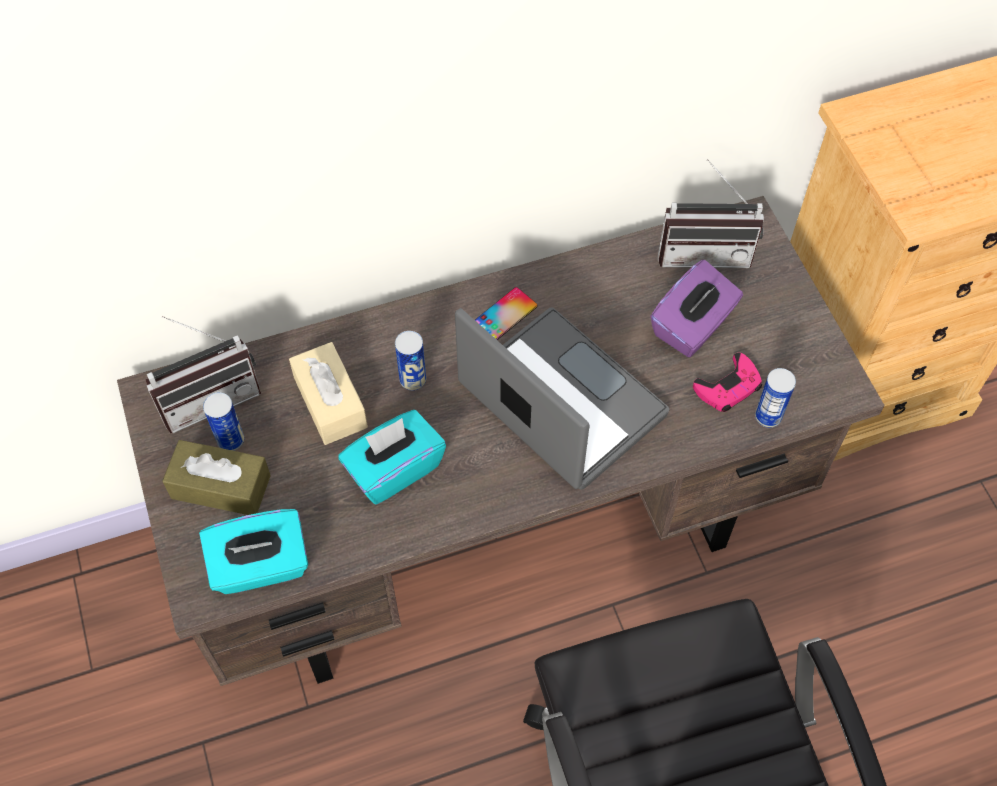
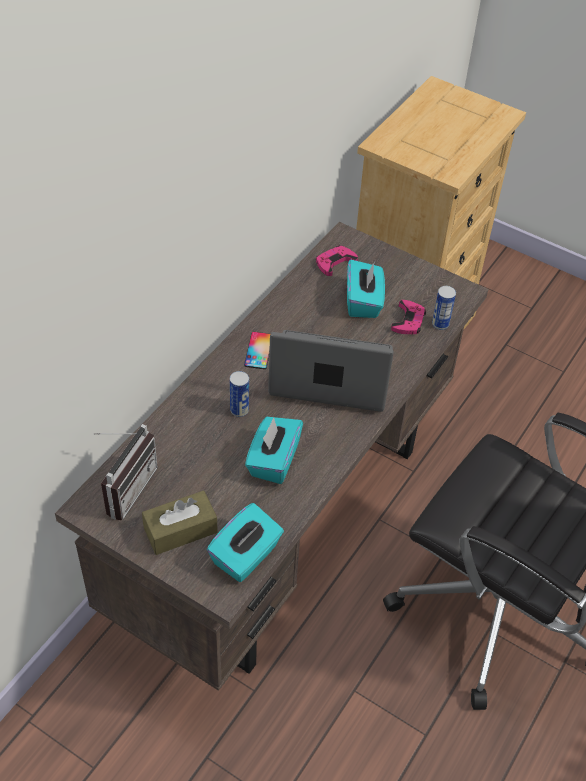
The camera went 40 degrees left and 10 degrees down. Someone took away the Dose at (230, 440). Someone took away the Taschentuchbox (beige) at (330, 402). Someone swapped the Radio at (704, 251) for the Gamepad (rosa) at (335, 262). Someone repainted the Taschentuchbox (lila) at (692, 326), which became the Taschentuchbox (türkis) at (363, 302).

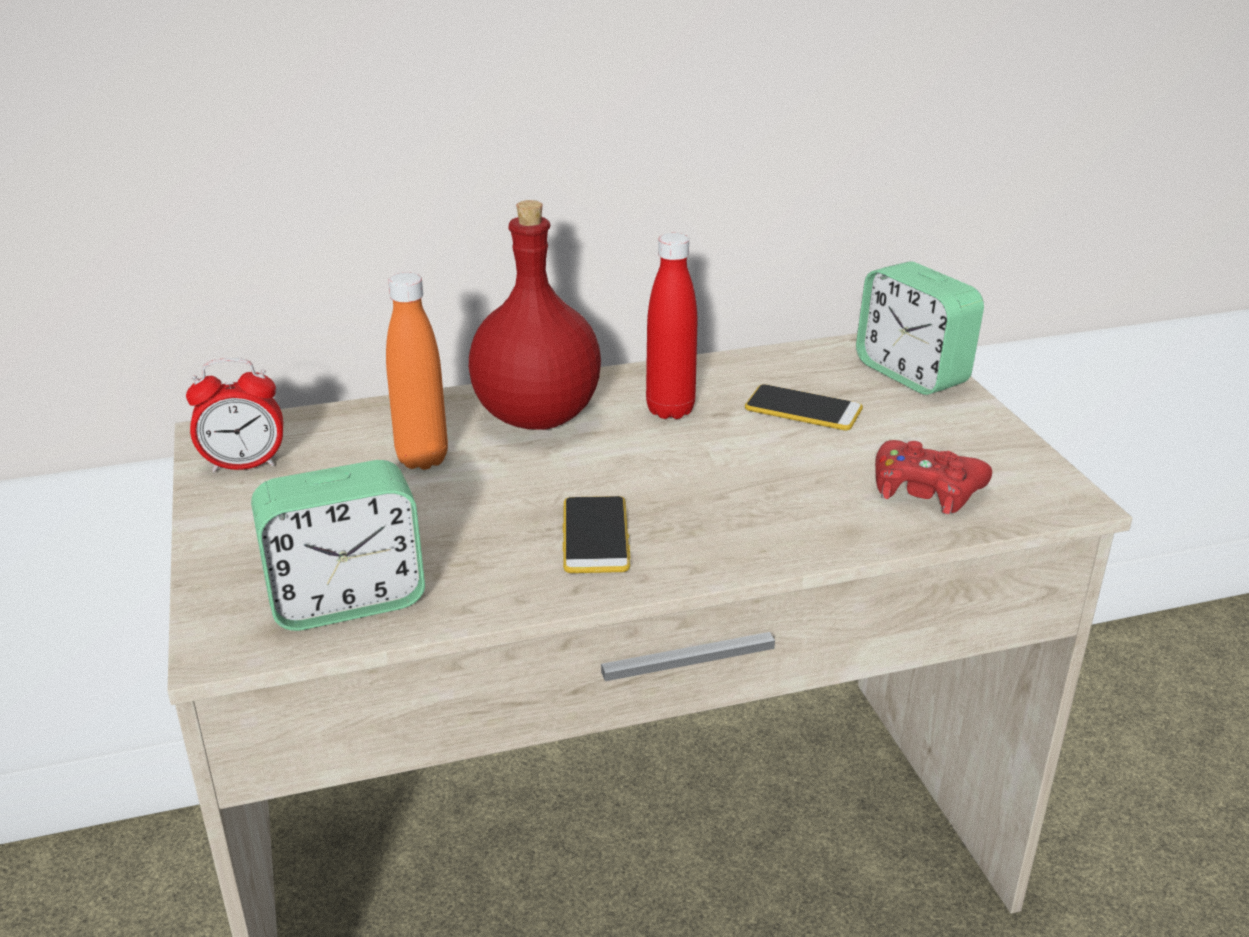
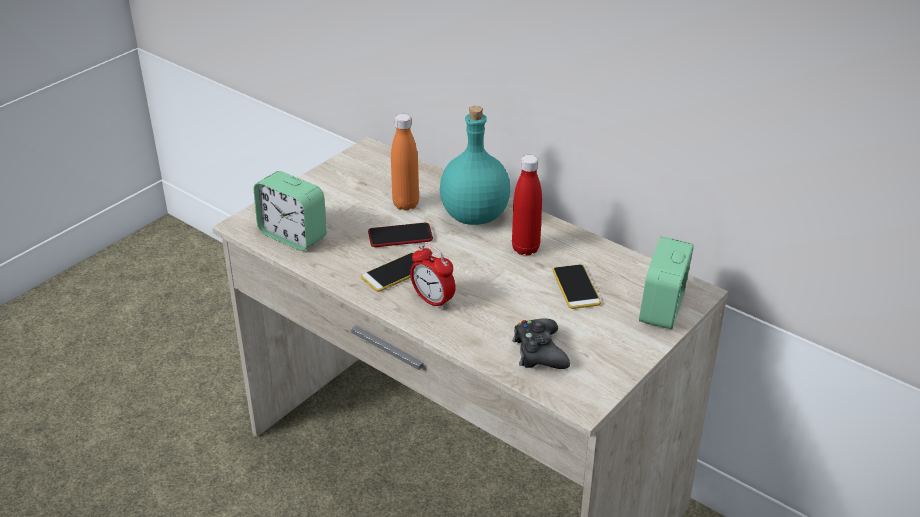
The camera went 55 degrees right and 5 degrees up. Someone put down the Handy at (400, 236). Someone carried the Wecker from (244, 464) to (433, 301). Someone repainted the Flasche (rot) at (538, 417), which became the Flasche (türkis) at (474, 216). Someone repainted the Gamepad (rot) at (925, 489), which became the Gamepad (schwarz) at (539, 352).

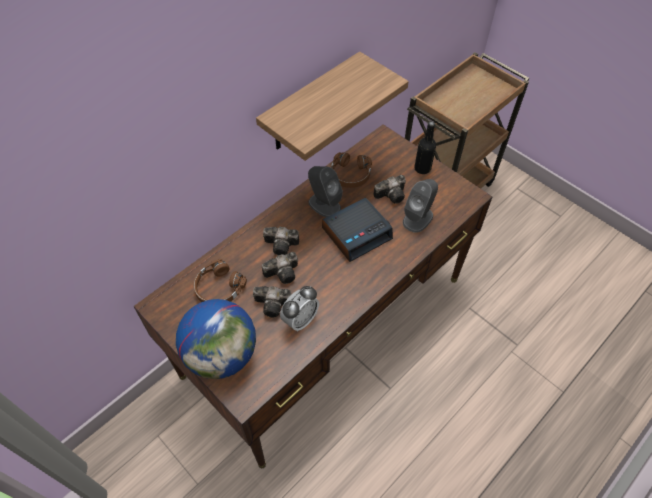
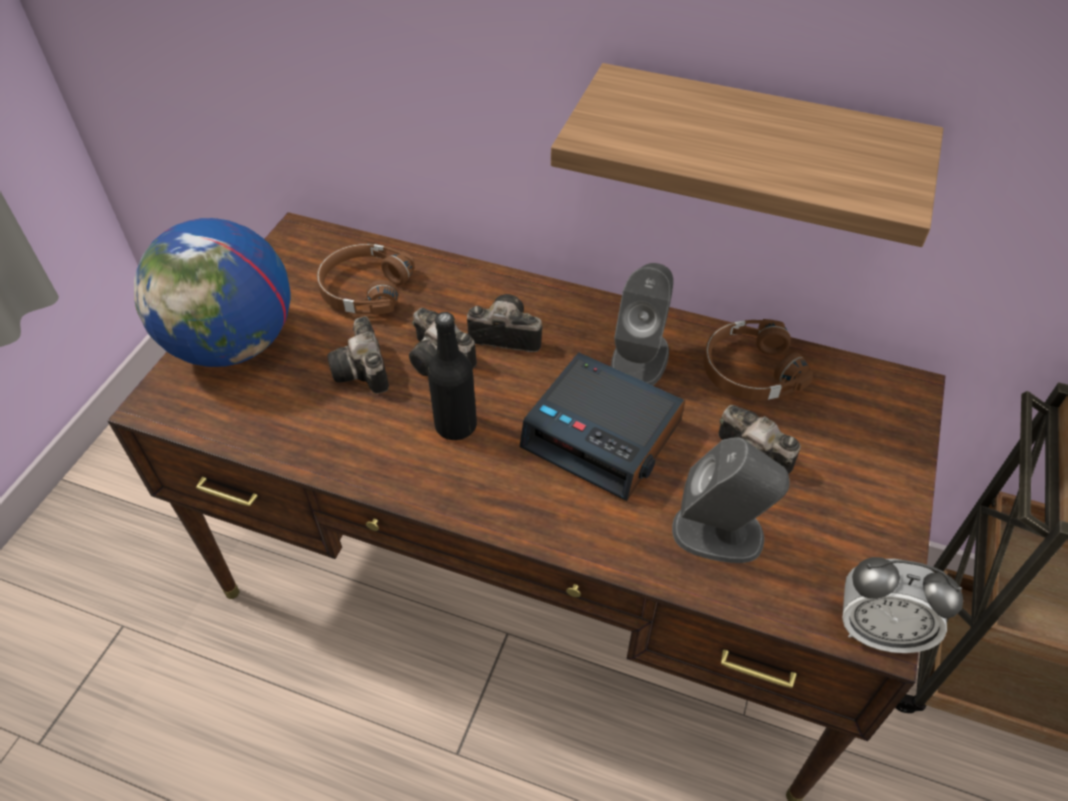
The camera went 65 degrees right and 5 degrees down. Someone carried the Wecker from (300, 320) to (878, 630). Someone carried the Flasche (schwarz) from (422, 168) to (456, 425). Someone rotated the Kamera at (283, 245) by 120 degrees clockwise.

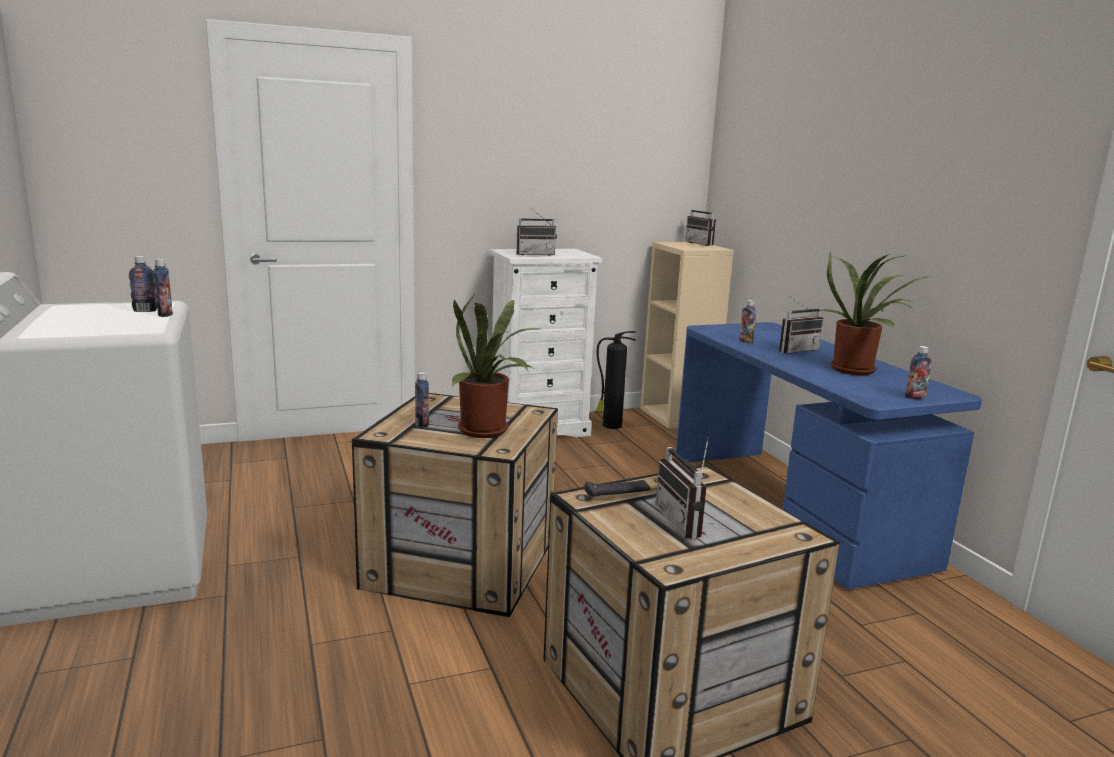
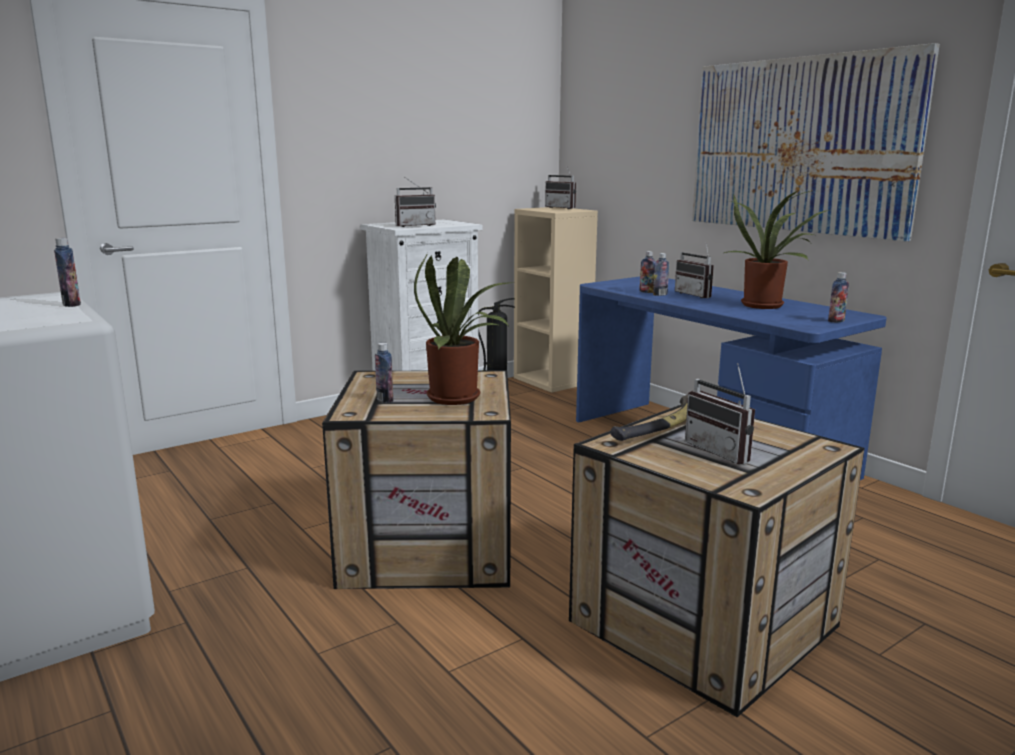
The camera went 15 degrees left and 0 degrees up. Someone put up the Bild at (799, 145). Someone carried the Flasche from (145, 311) to (660, 294). Someone rotated the Radio at (795, 350) by 105 degrees clockwise.

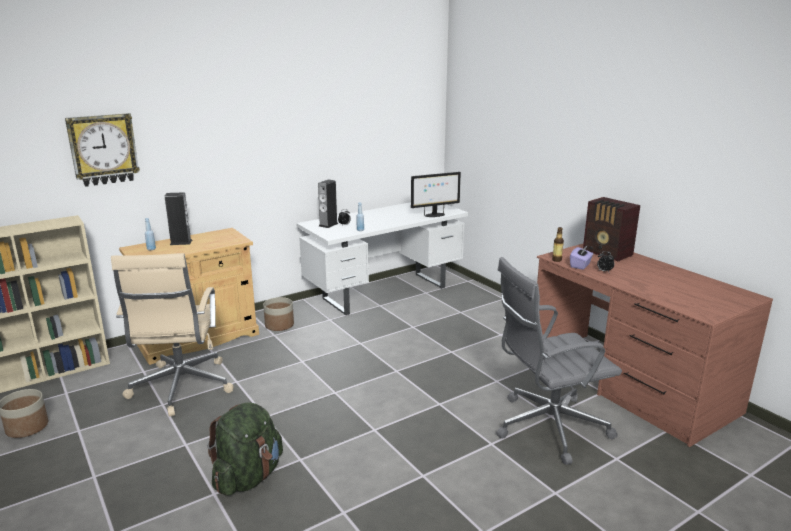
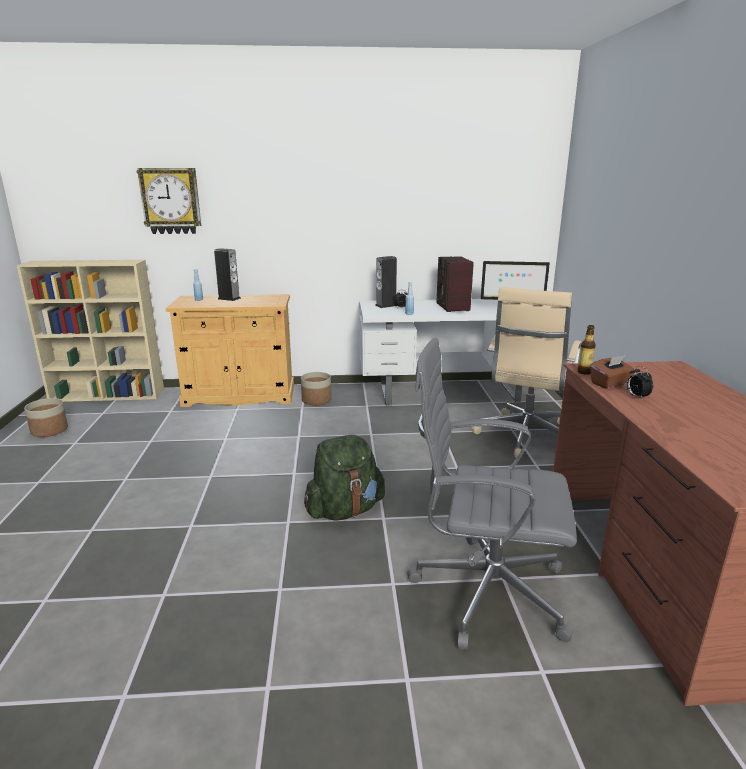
The camera went 30 degrees right and 0 degrees up. Someone carried the Bürostuhl (beige) from (181, 388) to (525, 437). Someone carried the Rucksack (grün) from (248, 477) to (345, 510). Someone carried the Radio from (607, 253) to (452, 307). Someone repainted the Taschentuchbox (lila) at (580, 265), which became the Taschentuchbox (braun) at (610, 384).

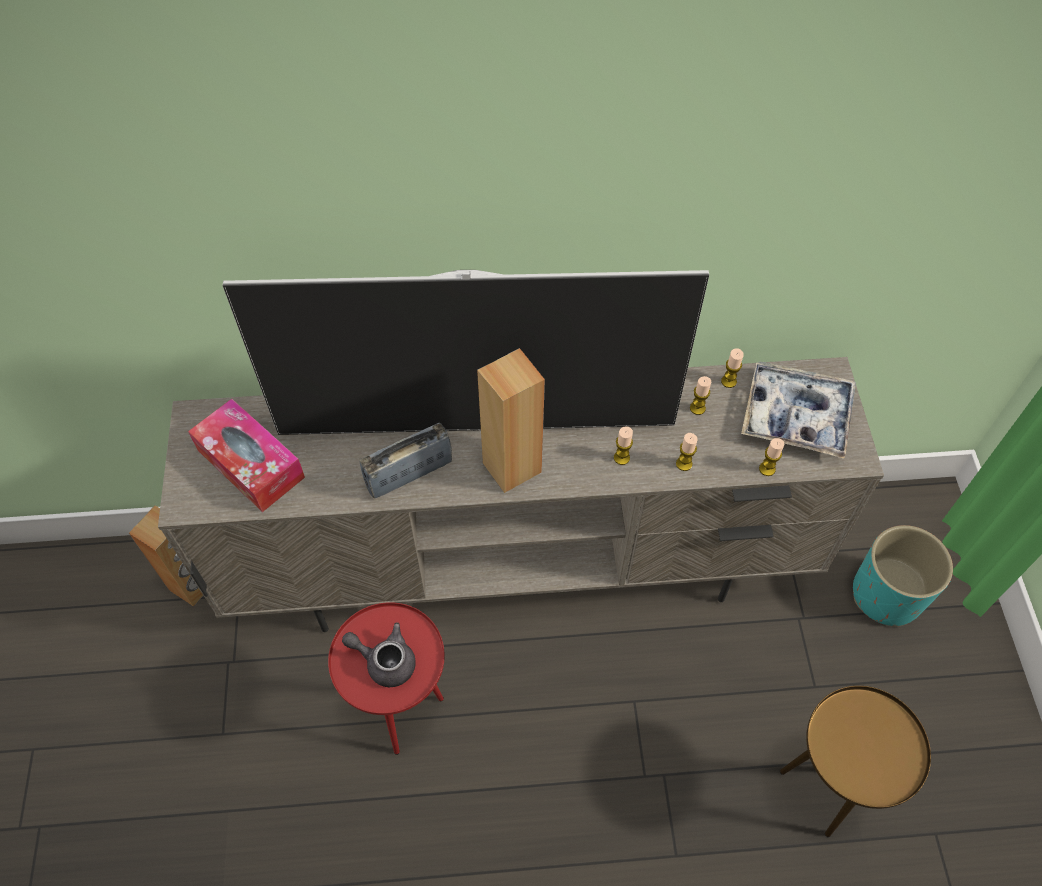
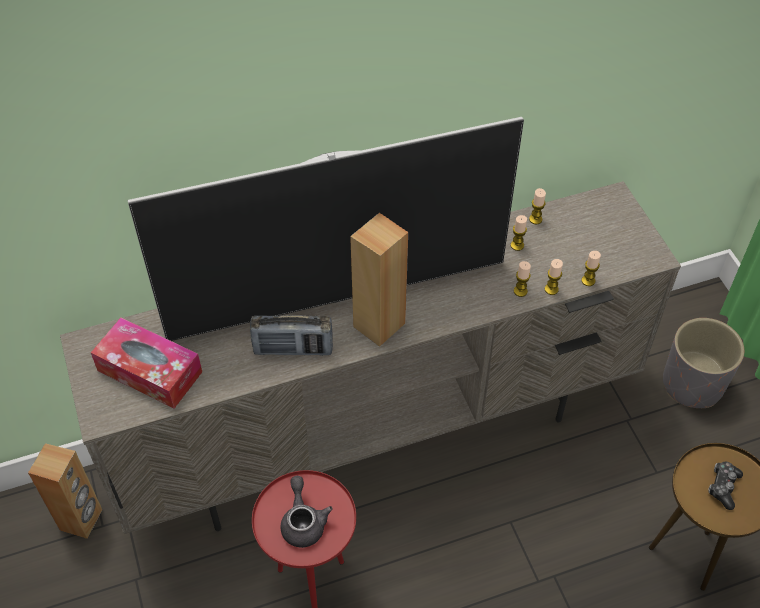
The camera went 15 degrees left and 5 degrees down. Someone took away the Tablett at (796, 416). Someone put down the Gamepad at (723, 487). Someone carried the Kerze from (621, 458) to (551, 289). Someone repainted the Pflanzkübel (türkis) at (886, 595), which became the Pflanzkübel (grau) at (692, 384). Someone rotated the Teekanne (grau) at (385, 661) by 75 degrees clockwise. Someone rotated the Radio at (409, 474) by 135 degrees counterclockwise.

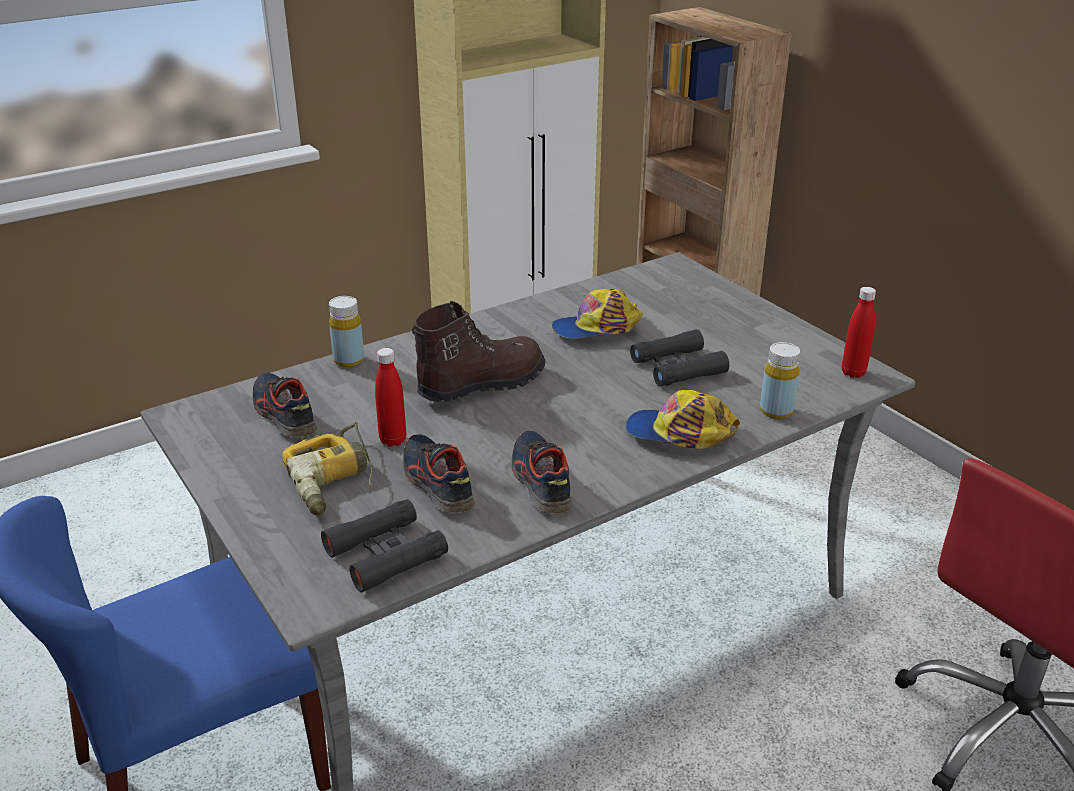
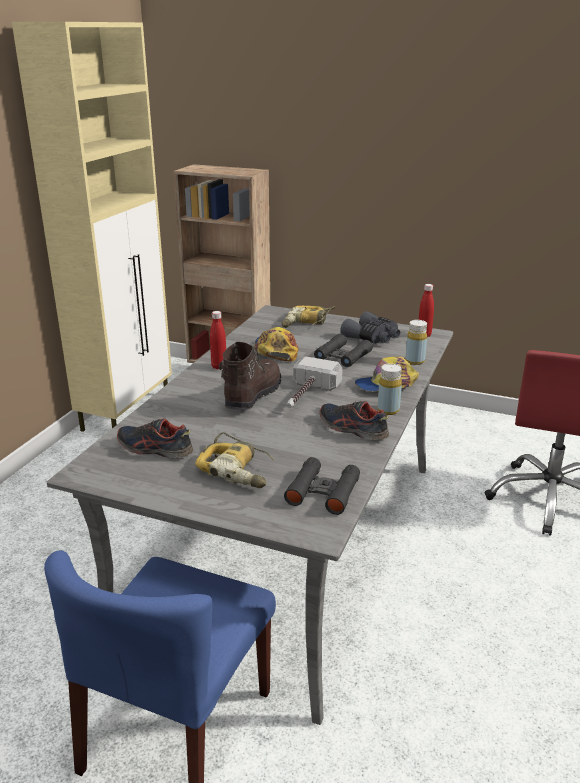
The camera went 35 degrees left and 5 degrees down. Someone took away the Schuh at (437, 483). Someone put down the Bohrmaschine at (307, 323). Someone put down the Hammer at (306, 396). Someone put down the Fernglas (grau) at (372, 338). Someone carried the Flasche (gelb) from (349, 360) to (388, 410). Someone carried the Flasche (rot) from (393, 440) to (219, 367). Someone rotated the Kappe at (597, 328) by 135 degrees clockwise.

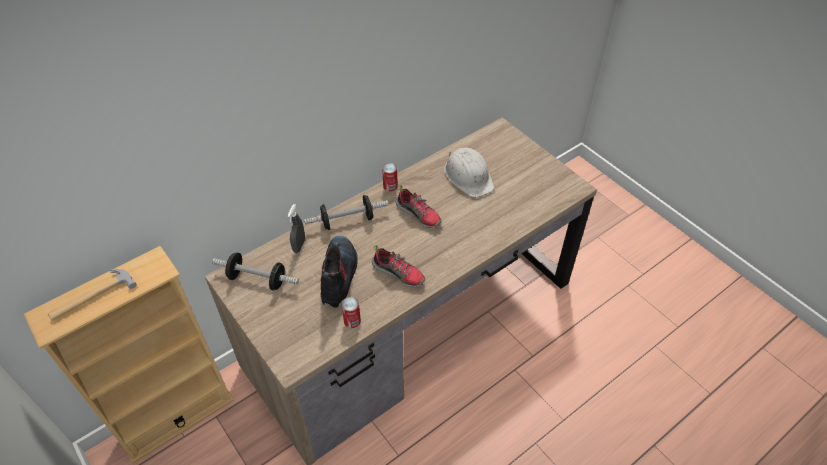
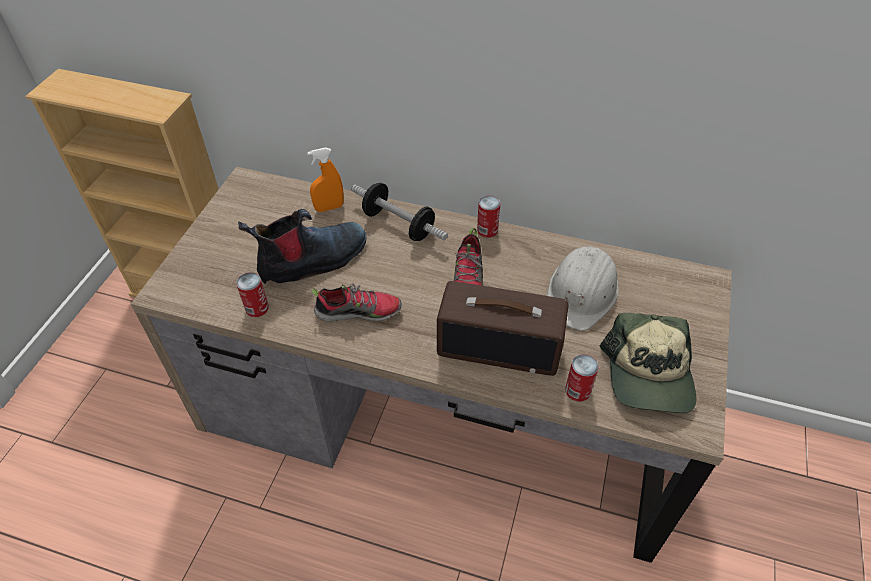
The camera went 55 degrees right and 0 degrees up. Someone took away the Hammer at (91, 296). Someone took away the Hantel at (257, 279). Someone put down the Radio at (500, 346). Someone put down the Dose at (578, 390). Someone put down the Kappe at (649, 375). Someone repainted the Sprühflasche (grau) at (299, 246), which became the Sprühflasche (orange) at (329, 208). Someone rotated the Schuh at (399, 273) by 90 degrees counterclockwise.

